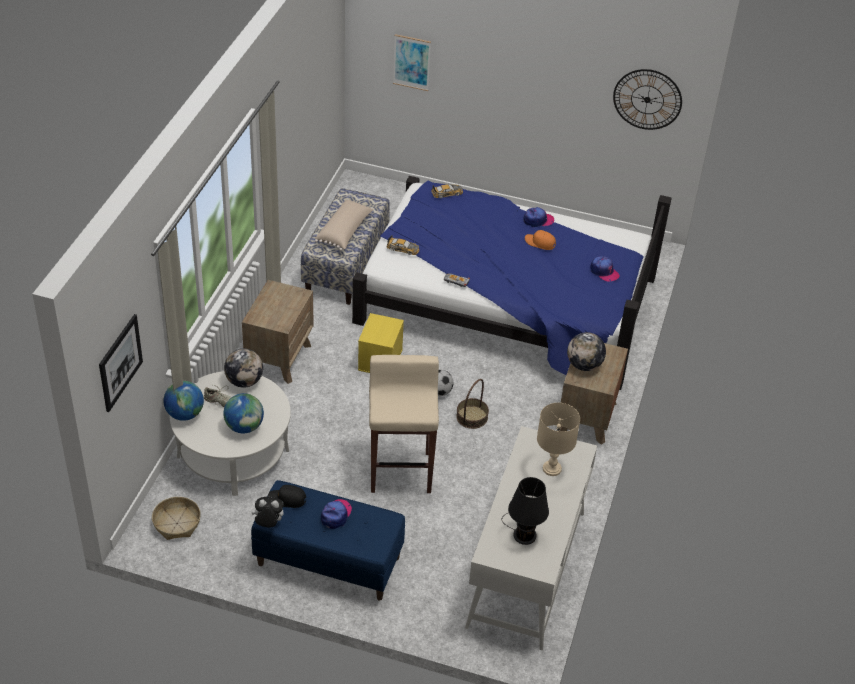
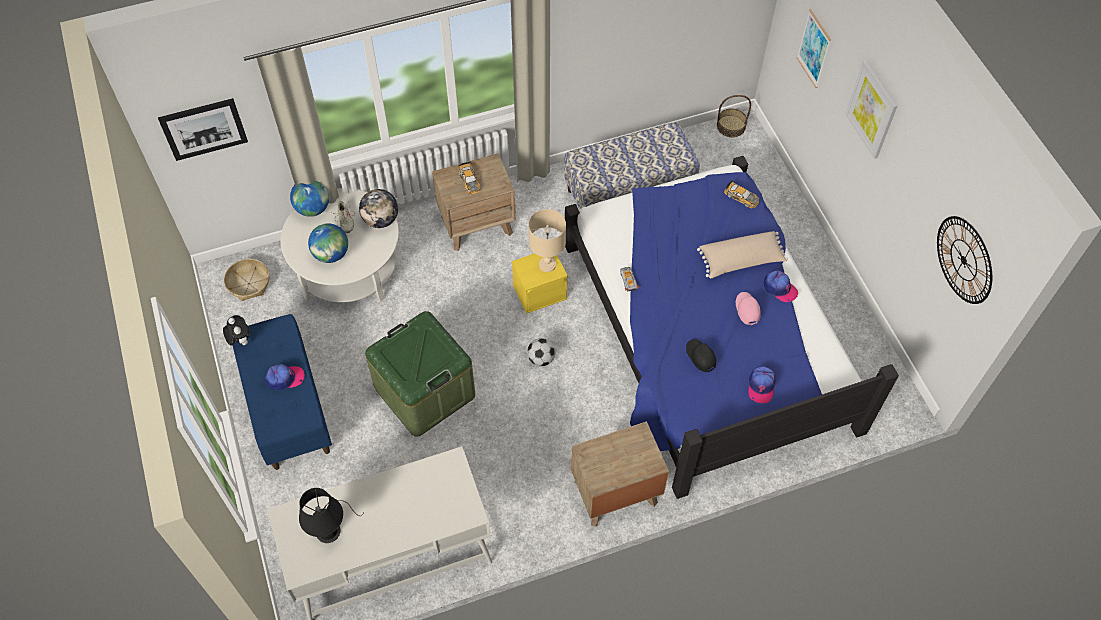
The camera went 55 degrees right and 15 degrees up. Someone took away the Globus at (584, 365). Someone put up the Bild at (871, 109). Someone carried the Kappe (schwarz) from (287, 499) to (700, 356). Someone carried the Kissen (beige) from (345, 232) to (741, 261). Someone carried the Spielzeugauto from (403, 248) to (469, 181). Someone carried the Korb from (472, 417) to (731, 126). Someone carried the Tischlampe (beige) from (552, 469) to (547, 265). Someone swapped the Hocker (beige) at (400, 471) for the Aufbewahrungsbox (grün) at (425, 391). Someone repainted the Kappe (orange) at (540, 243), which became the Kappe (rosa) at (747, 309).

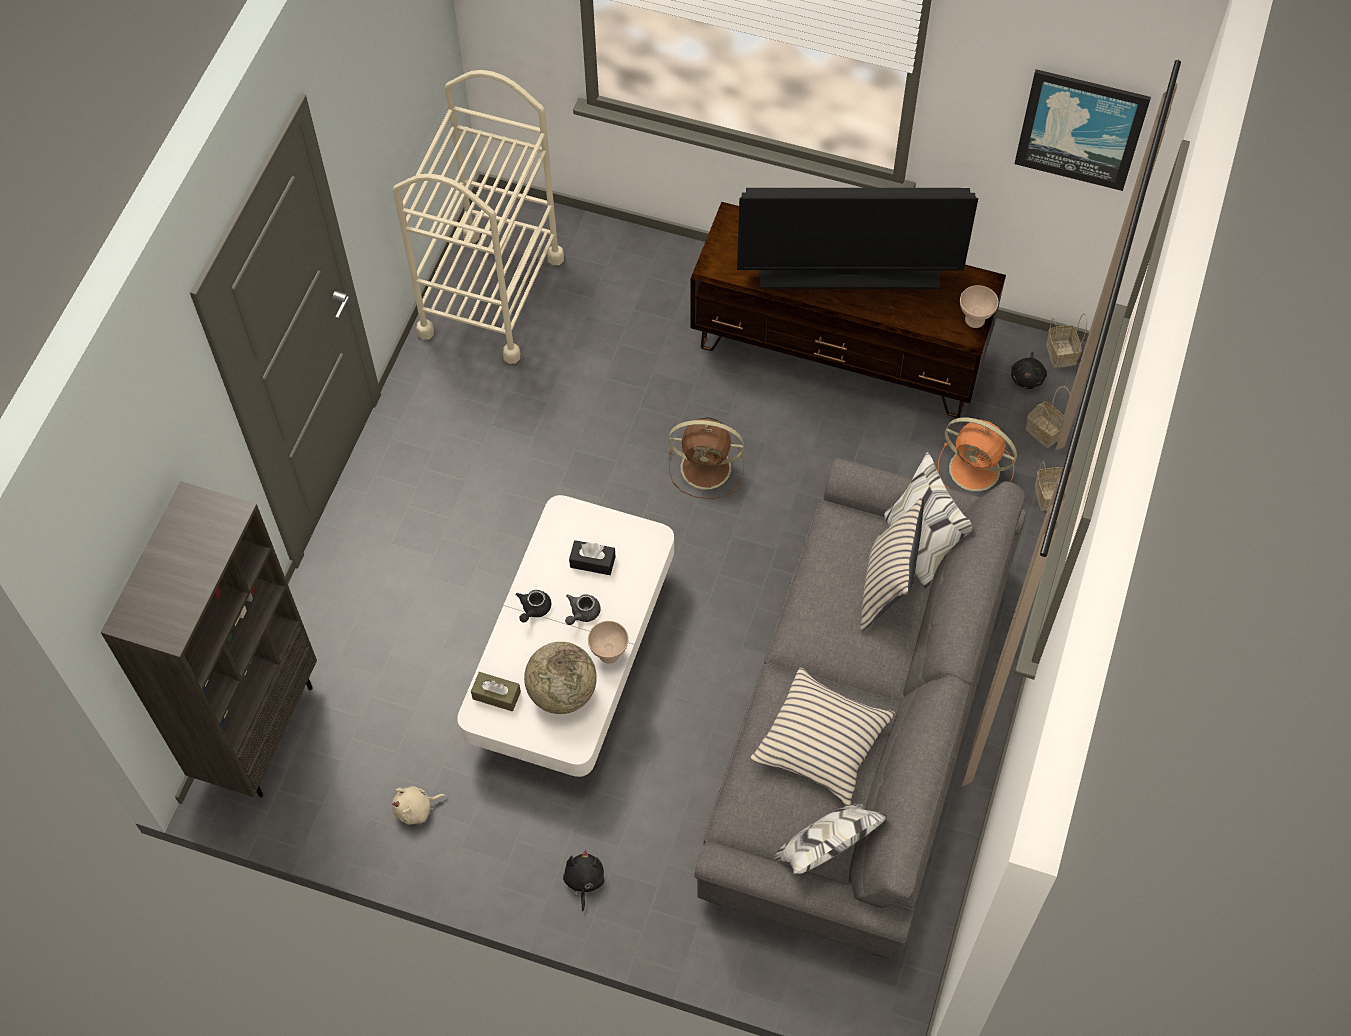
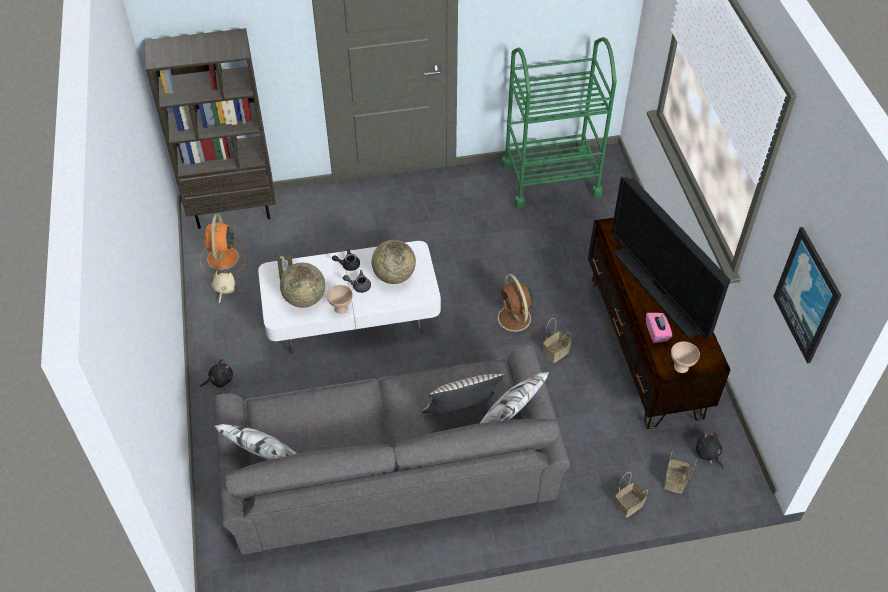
The camera went 60 degrees right and 10 degrees down. Someone took away the Kissen (beige) at (822, 742). Someone put down the Taschentuchbox (rosa) at (657, 333). Someone carried the Ventilator (orange) from (976, 470) to (222, 259). Someone carried the Korb from (1060, 353) to (556, 351). Someone swapped the Taschentuchbox (schwarz) at (592, 562) for the Globus at (394, 276). Someone repainted the Rollwagen (beige) at (491, 295), which became the Rollwagen (grün) at (550, 179). Someone rotated the Plüschtier (beige) at (416, 809) by 60 degrees clockwise. Someone rotated the Plüschtier (schwarz) at (1027, 377) by 75 degrees clockwise.

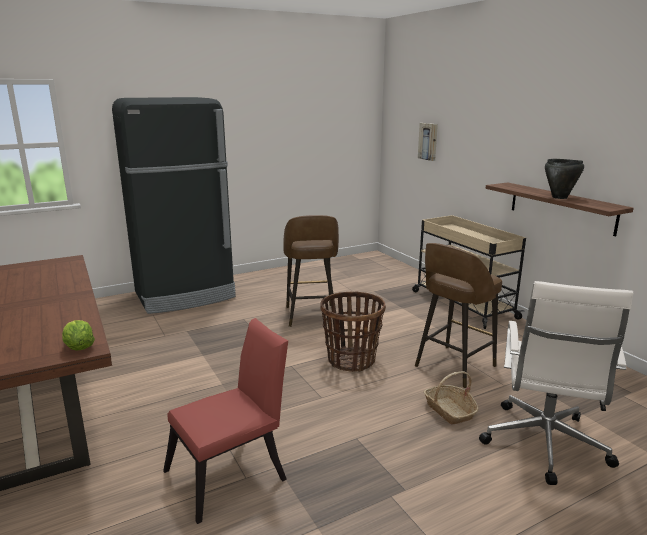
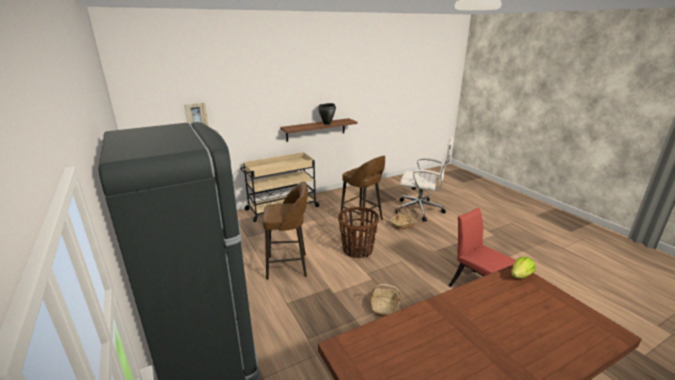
The camera went 90 degrees left and 5 degrees up. Someone put down the Korb at (384, 307).

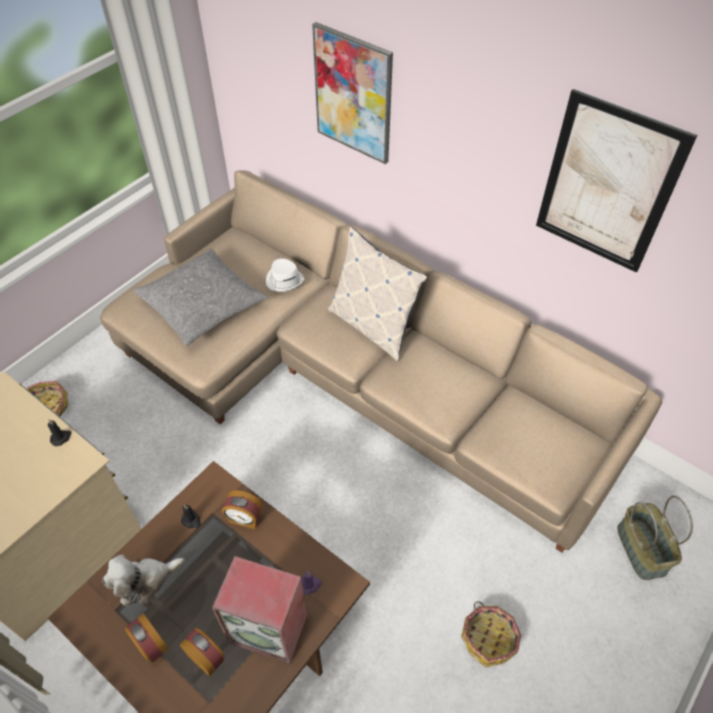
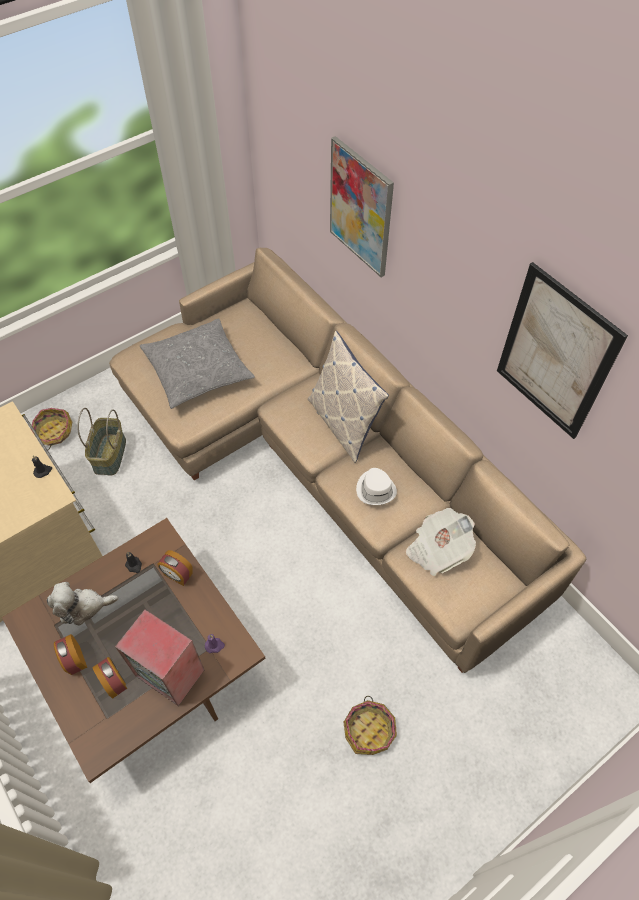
The camera went 15 degrees right and 5 degrees up. Someone put down the Zeitung at (437, 549). Someone carried the Hut (weiß) from (284, 280) to (376, 489). Someone carried the Korb from (642, 550) to (110, 455).

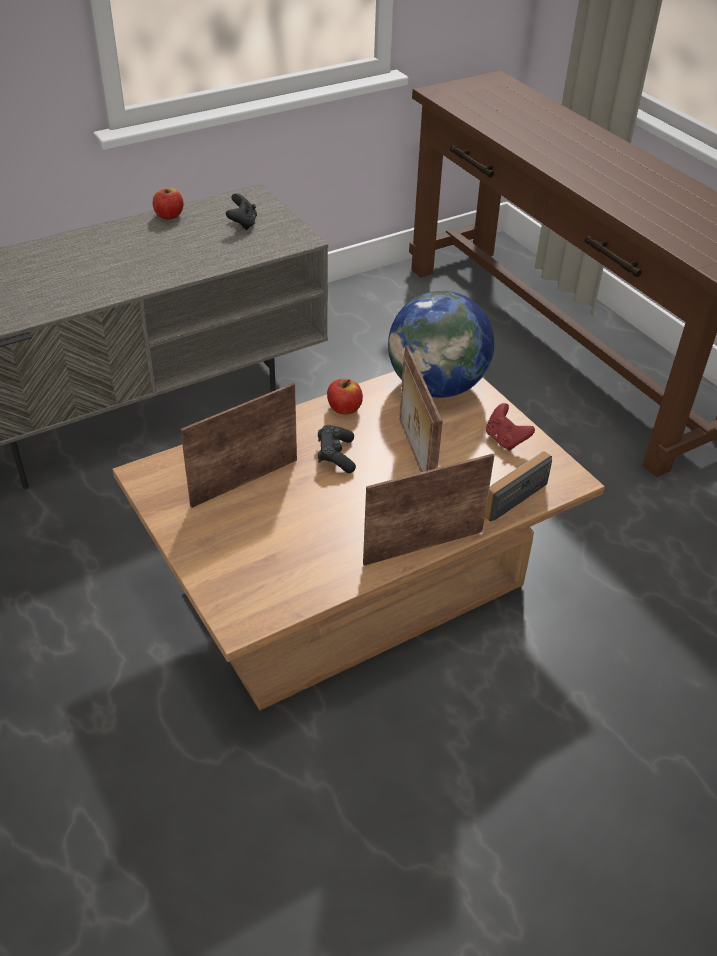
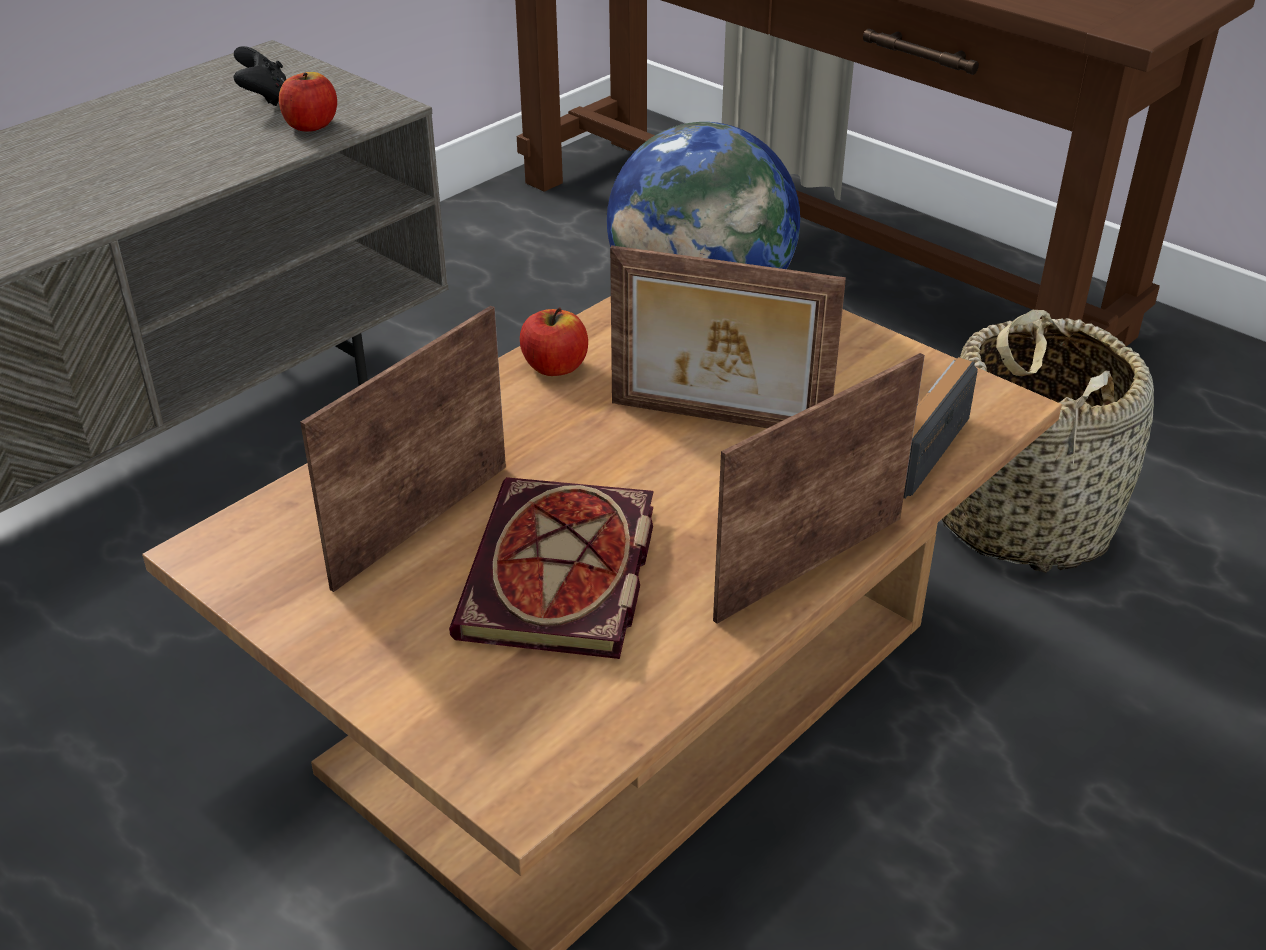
The camera went 15 degrees left and 5 degrees down. Someone took away the Gamepad (schwarz) at (336, 456). Someone took away the Gamepad (rot) at (505, 440). Someone put down the Buch at (562, 577). Someone put down the Korb at (1021, 517). Someone carried the Apfel from (169, 215) to (311, 125). Someone rotated the Bilderrahmen at (414, 457) by 45 degrees counterclockwise.

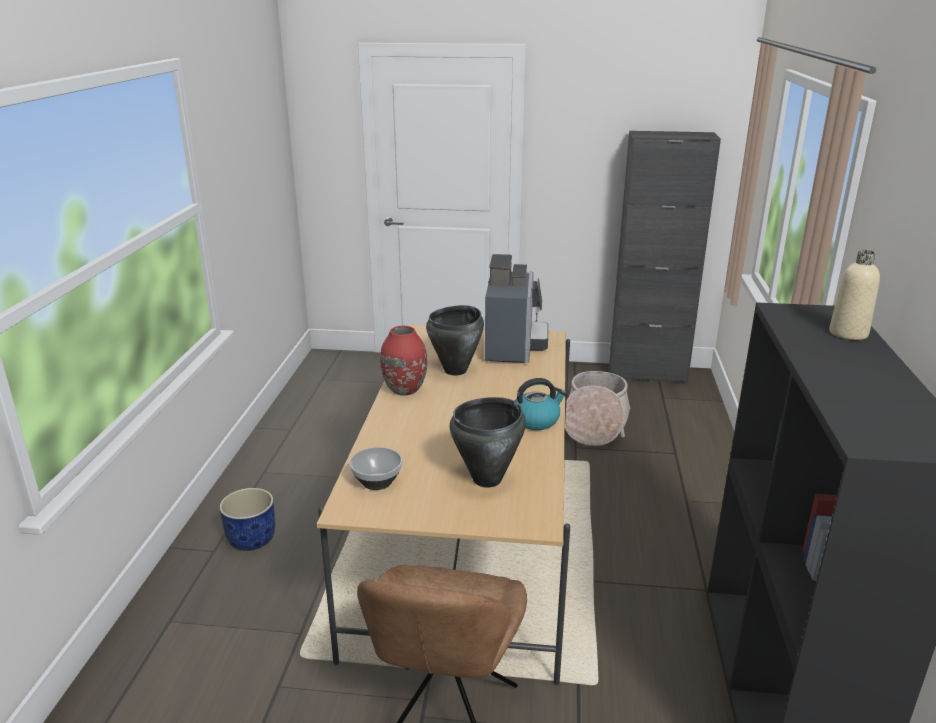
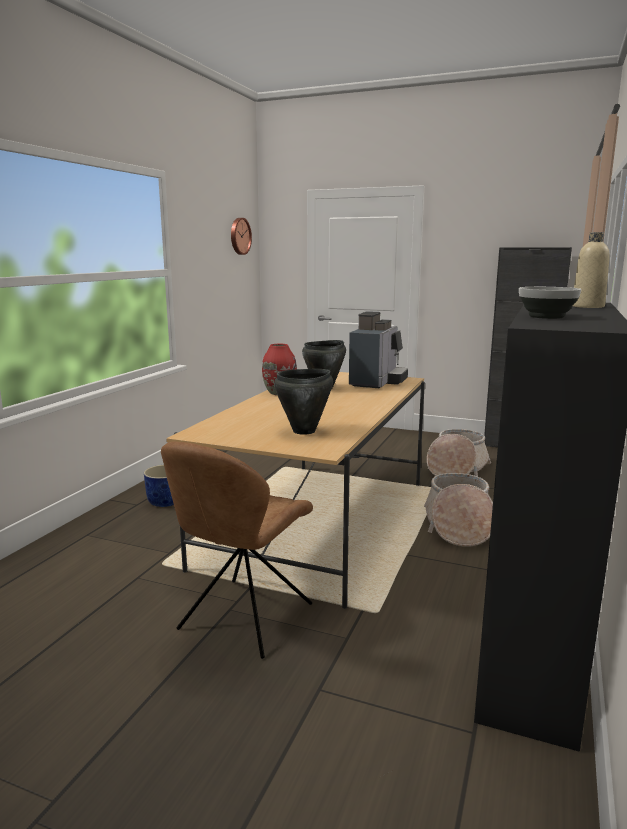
The camera went 15 degrees right and 10 degrees down. Someone took away the Wasserkessel at (536, 420). Someone put up the Wanduhr at (239, 236). Someone put down the Korb at (458, 526). Someone carried the Schüssel from (377, 481) to (546, 316).

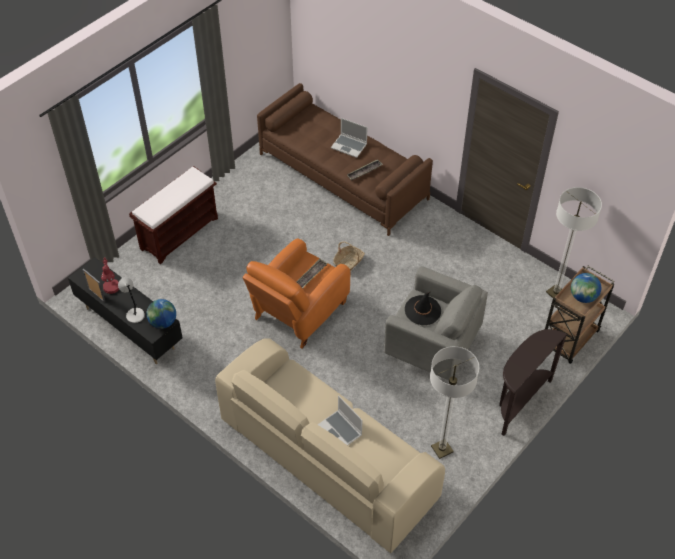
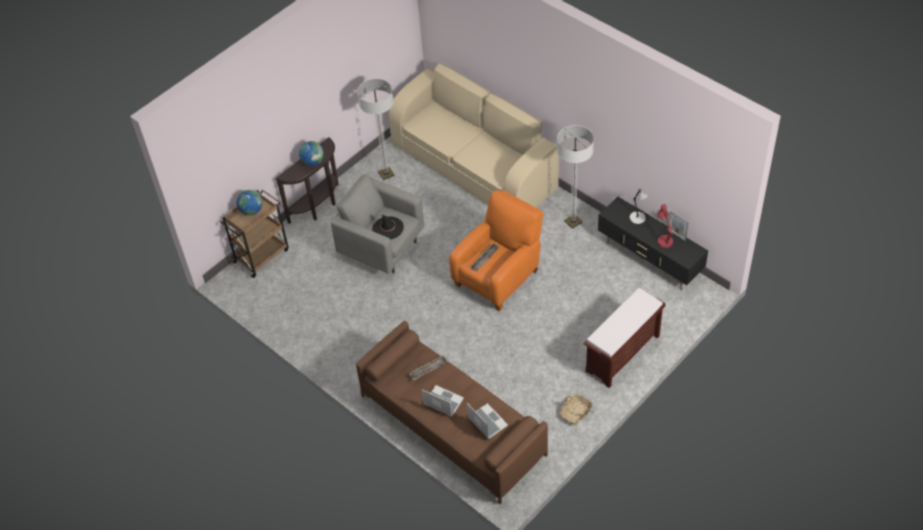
The camera went 175 degrees left and 0 degrees up. Someone carried the Globus from (163, 322) to (313, 162). Someone carried the Laptop from (340, 430) to (487, 422). Someone carried the Korb from (348, 262) to (576, 412). Someone carried the Stehlampe from (556, 293) to (573, 221).

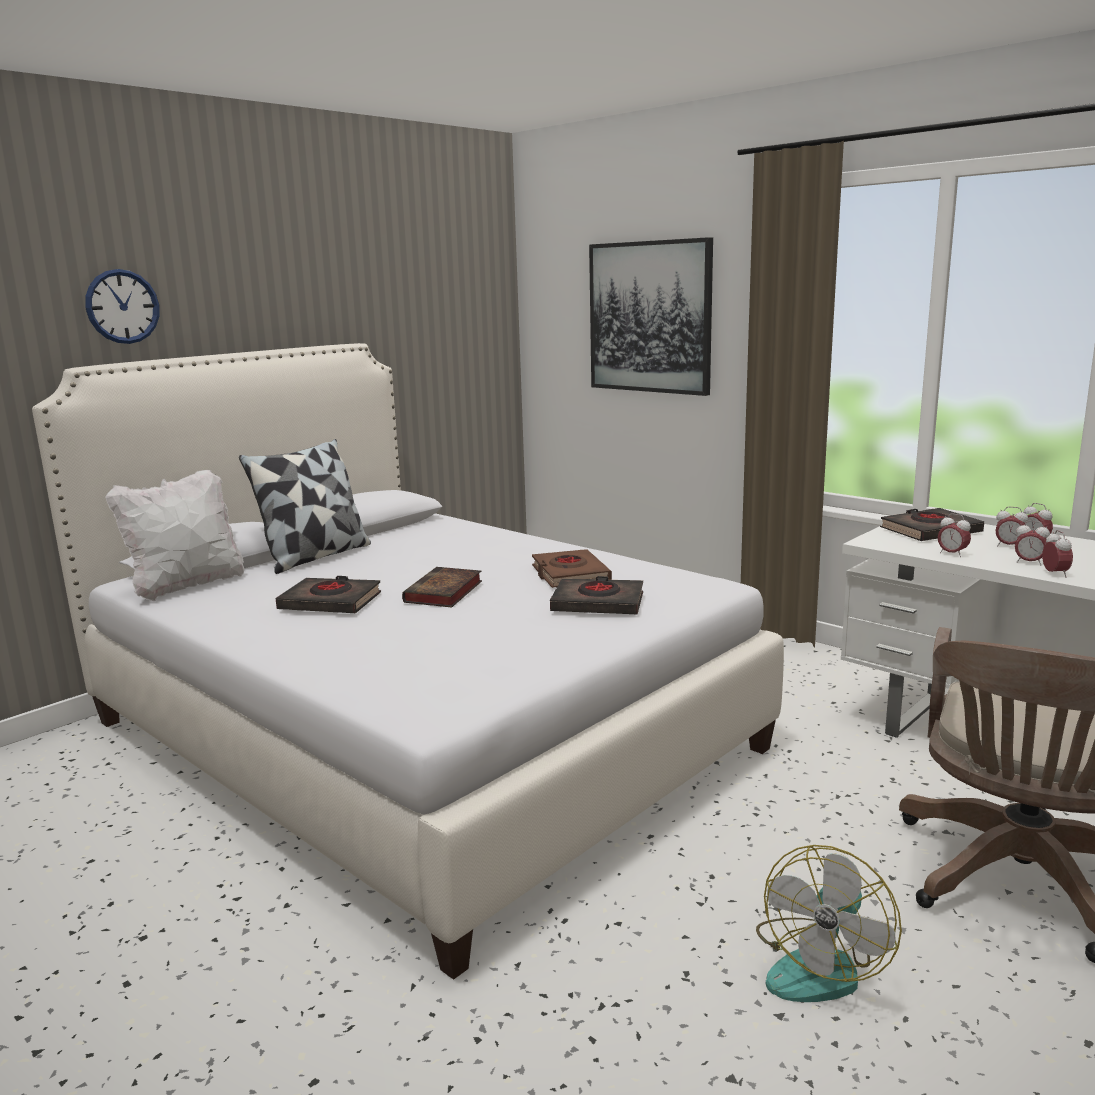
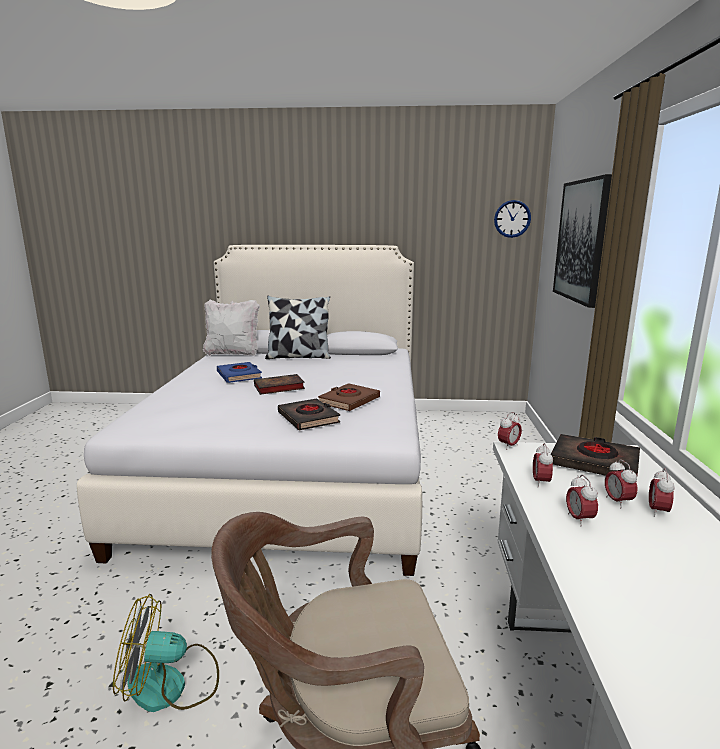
The camera went 50 degrees right and 0 degrees up. Someone carried the Wanduhr from (122, 306) to (512, 219). Someone carried the Wecker from (1055, 574) to (508, 446). Someone repainted the Buch (schwarz) at (330, 602), which became the Buch (blau) at (239, 376).

